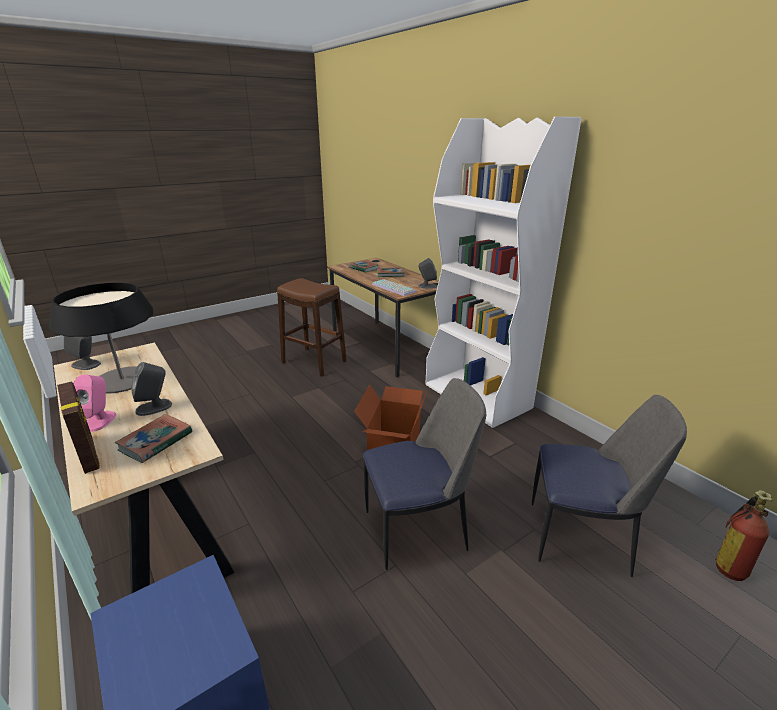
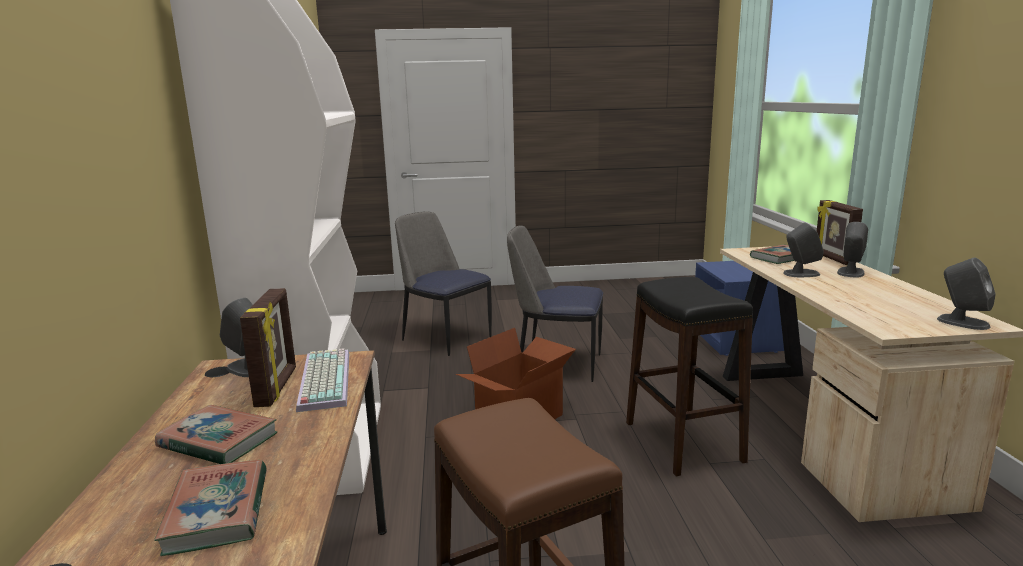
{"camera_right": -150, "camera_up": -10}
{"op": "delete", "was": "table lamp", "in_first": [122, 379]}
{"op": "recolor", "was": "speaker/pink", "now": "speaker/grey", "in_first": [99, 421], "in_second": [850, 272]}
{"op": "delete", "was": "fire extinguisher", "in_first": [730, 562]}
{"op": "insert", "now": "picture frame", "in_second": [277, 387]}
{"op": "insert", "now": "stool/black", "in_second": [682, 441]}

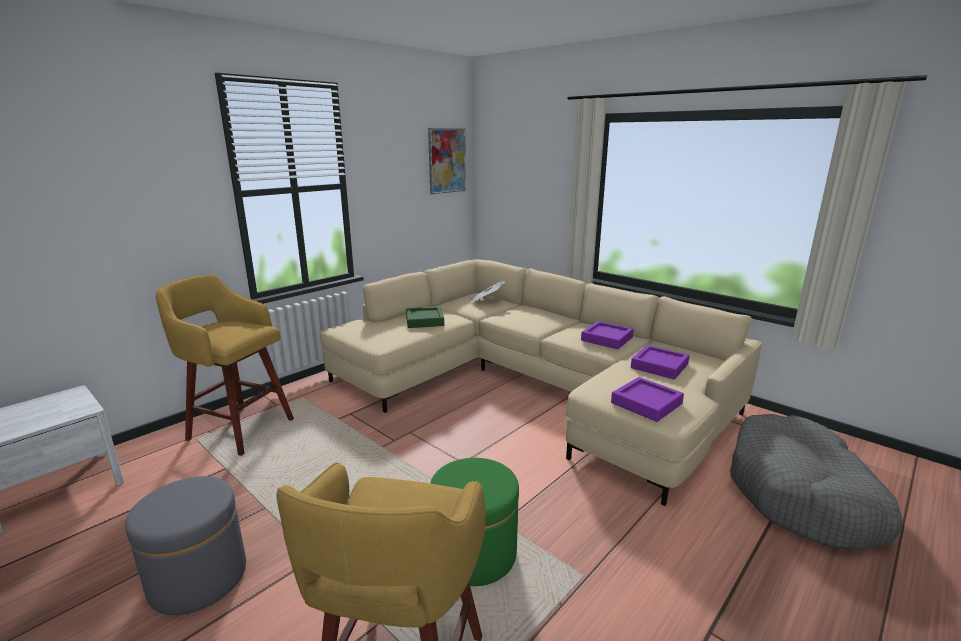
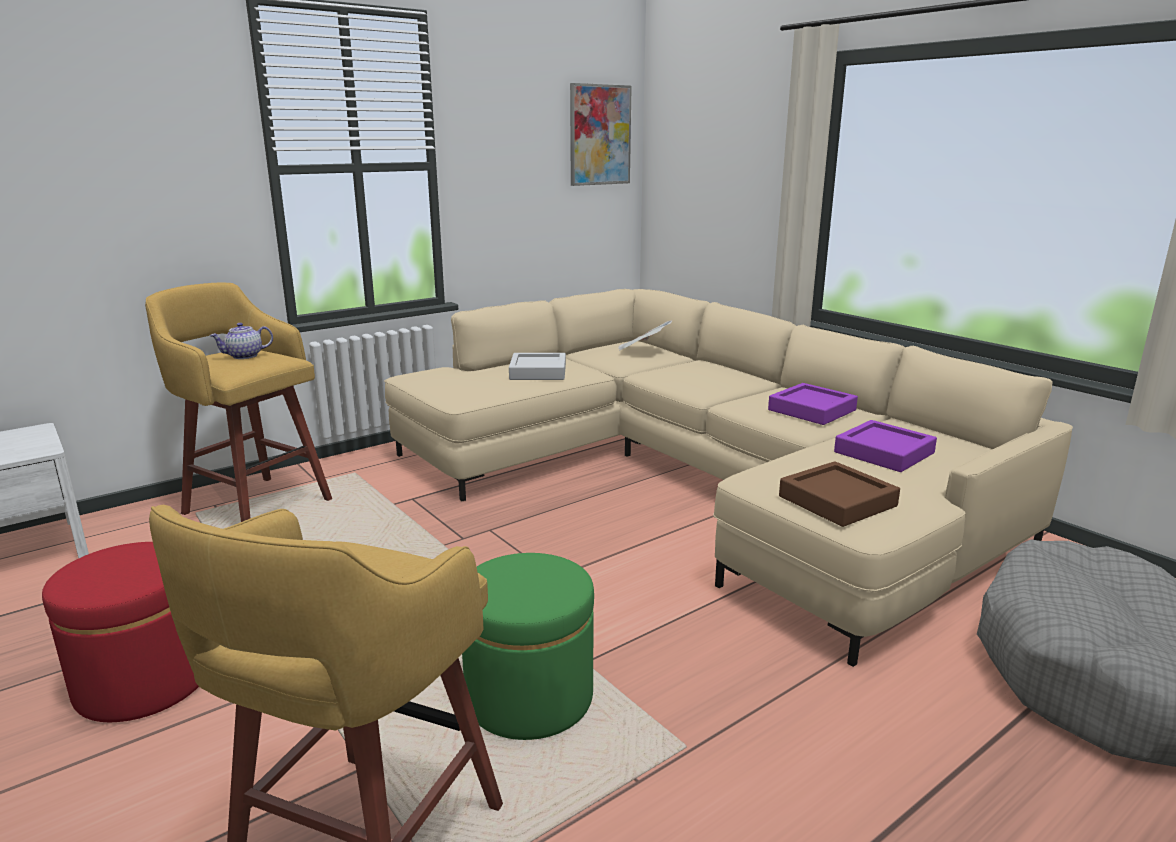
{"camera_right": 10, "camera_up": 0}
{"op": "recolor", "was": "ottoman/grey", "now": "ottoman/red", "in_first": [198, 578], "in_second": [144, 682]}
{"op": "recolor", "was": "tray/green", "now": "tray/grey", "in_first": [424, 321], "in_second": [538, 372]}
{"op": "recolor", "was": "tray/purple", "now": "tray/brown", "in_first": [646, 403], "in_second": [837, 501]}
{"op": "insert", "now": "teapot", "in_second": [244, 356]}

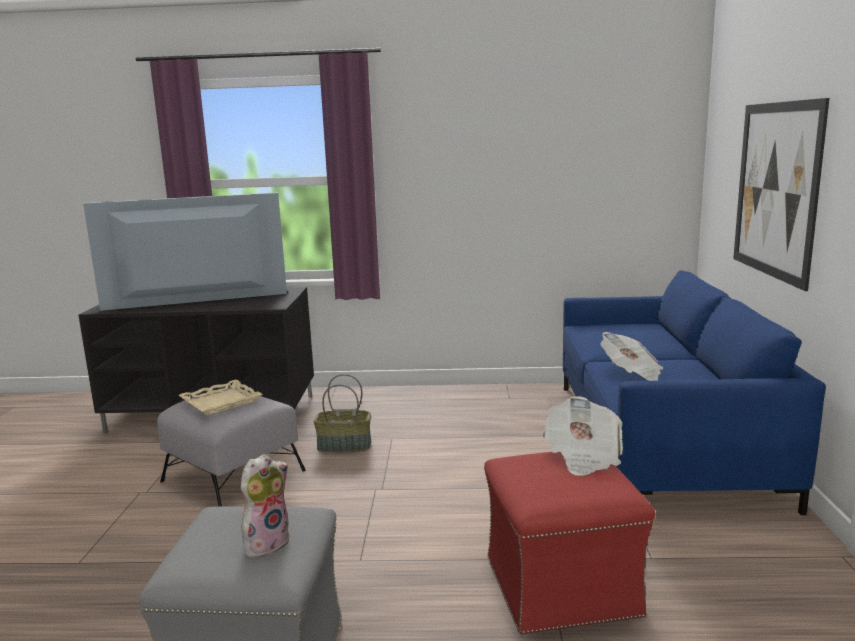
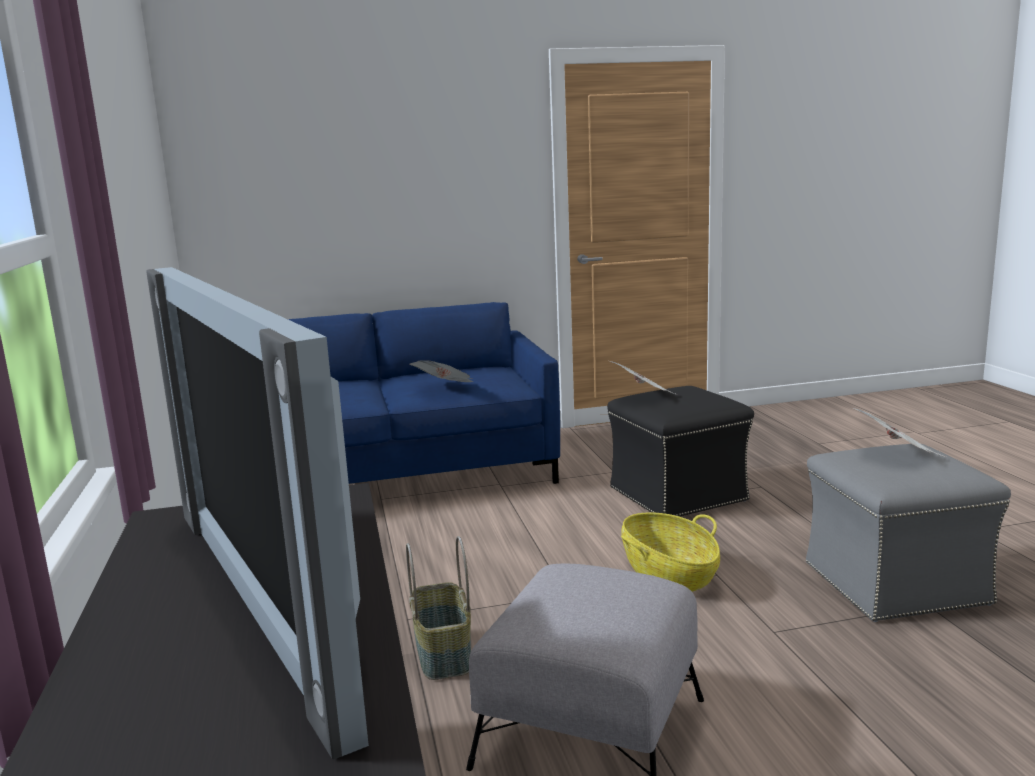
{"camera_right": -105, "camera_up": 0}
{"op": "delete", "was": "tray/beige", "in_first": [221, 402]}
{"op": "replace", "was": "plush toy", "now": "newspaper", "in_first": [267, 543], "in_second": [896, 454]}
{"op": "recolor", "was": "ottoman/red", "now": "ottoman/black", "in_first": [561, 588], "in_second": [679, 494]}
{"op": "delete", "was": "picture", "in_first": [775, 190]}
{"op": "insert", "now": "basket", "in_second": [668, 574]}

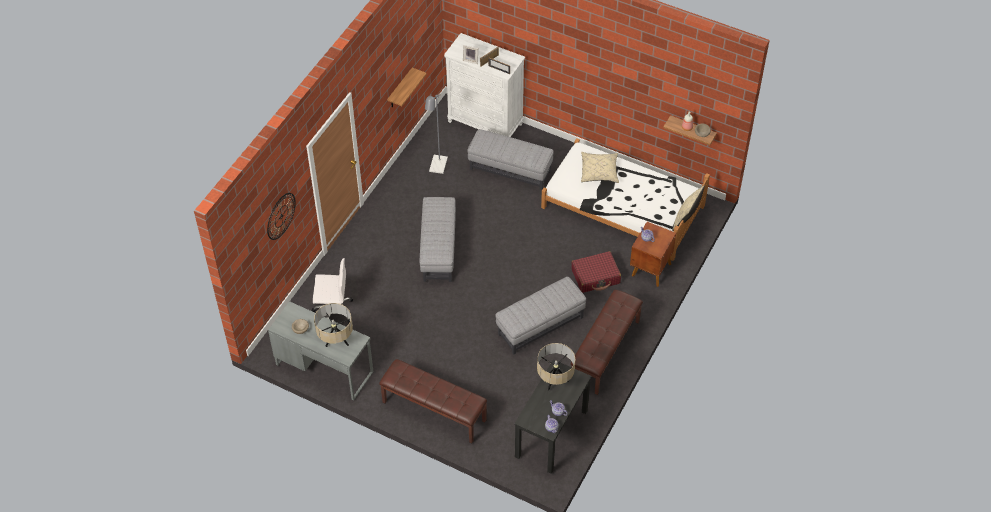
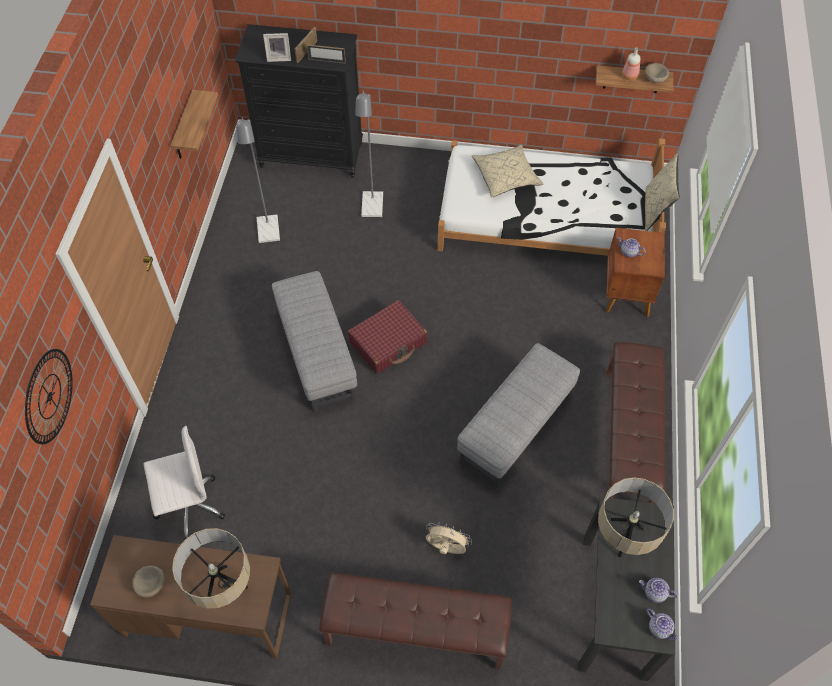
{"camera_right": -20, "camera_up": 5}
{"op": "recolor", "was": "desk/grey", "now": "desk/brown", "in_first": [324, 367], "in_second": [207, 614]}
{"op": "recolor", "was": "dresser/white", "now": "dresser/black", "in_first": [485, 123], "in_second": [311, 155]}
{"op": "replace", "was": "ottoman/grey", "now": "floor lamp/grey", "in_first": [510, 170], "in_second": [372, 210]}
{"op": "move", "was": "suitcase/red", "in_first": [595, 276], "in_second": [388, 343]}
{"op": "insert", "now": "fan/beige", "in_second": [446, 548]}

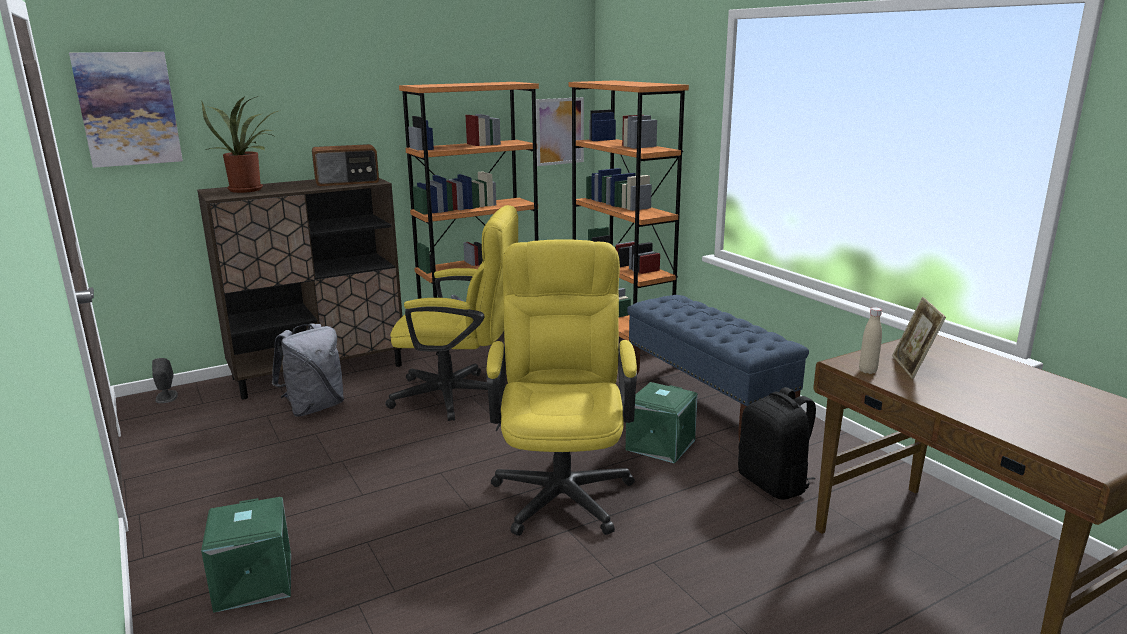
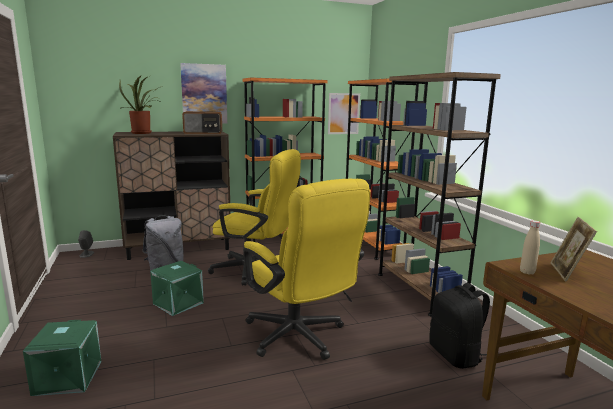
{"camera_right": 10, "camera_up": -5}
{"op": "move", "was": "picture", "in_first": [128, 109], "in_second": [204, 94]}
{"op": "rotate", "was": "office chair/yellow", "in_first": [563, 487], "in_second": [300, 338], "clockwise": 135}
{"op": "move", "was": "storage box/green", "in_first": [659, 444], "in_second": [178, 303]}
{"op": "replace", "was": "bench/blue", "now": "bookcase/brown", "in_first": [707, 401], "in_second": [419, 290]}

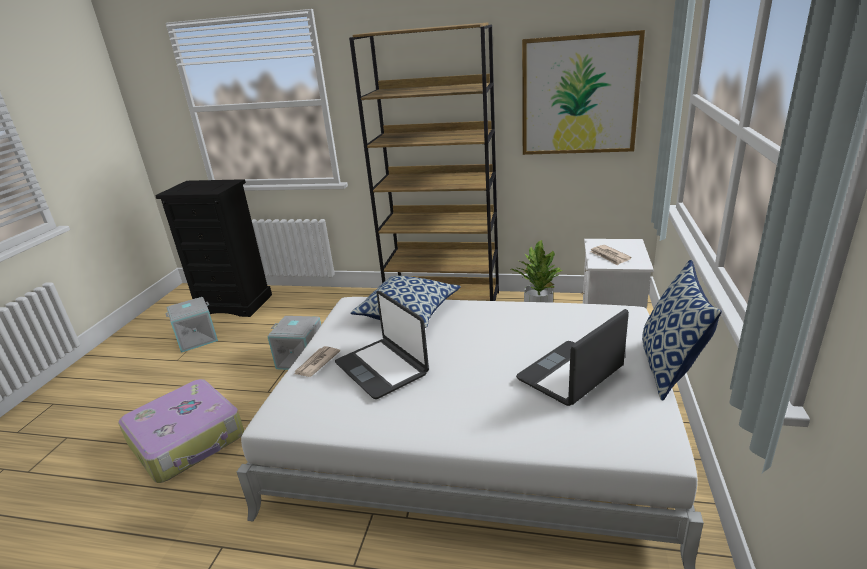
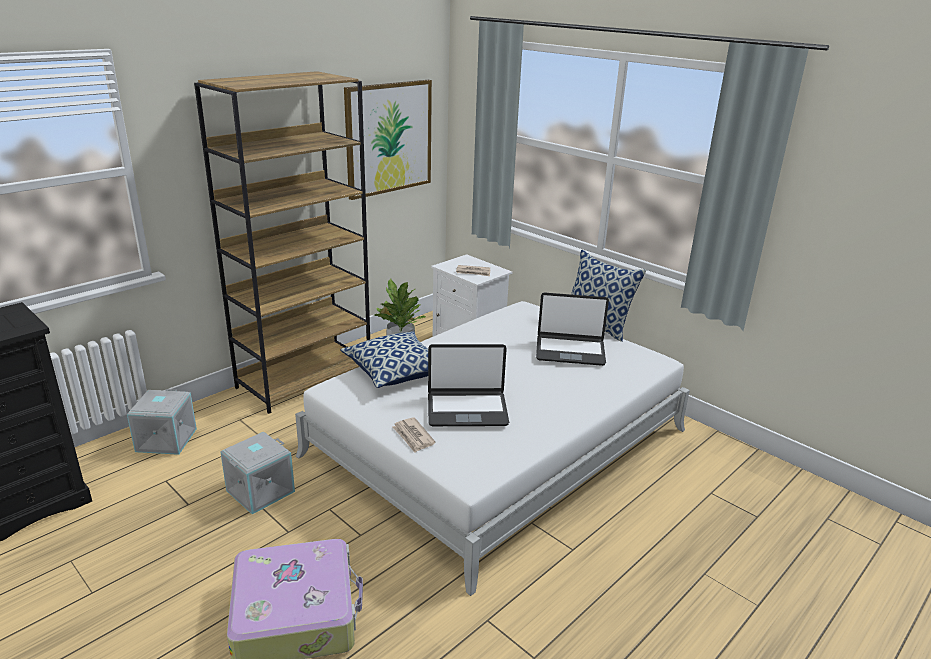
{"camera_right": -60, "camera_up": 0}
{"op": "move", "was": "storage box/grey", "in_first": [197, 338], "in_second": [165, 439]}
{"op": "rotate", "was": "laptop", "in_first": [571, 374], "in_second": [570, 351], "clockwise": -75}

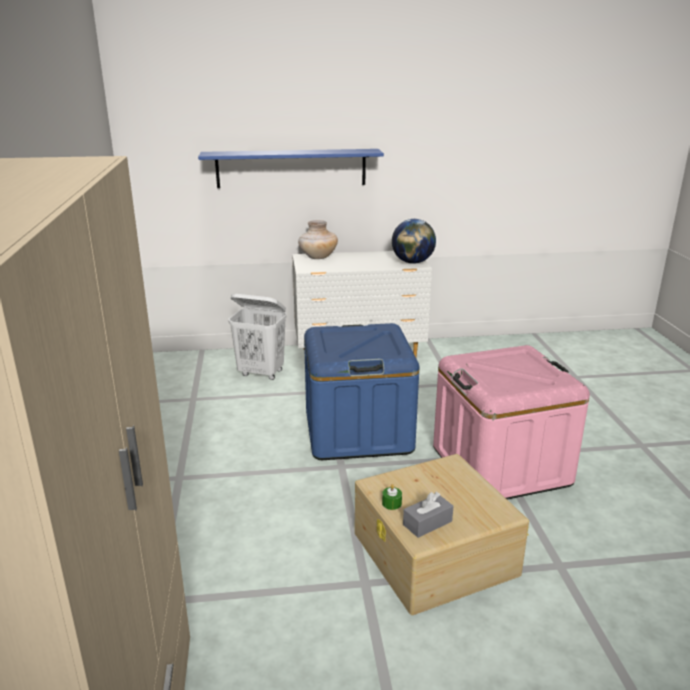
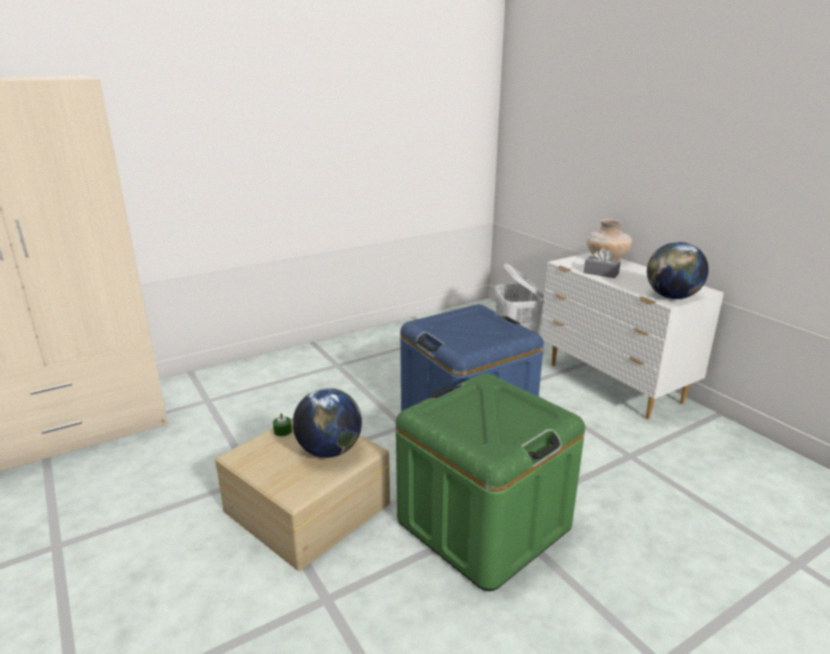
{"camera_right": 65, "camera_up": 0}
{"op": "delete", "was": "shelf/blue", "in_first": [291, 168]}
{"op": "move", "was": "tissue box/grey", "in_first": [427, 523], "in_second": [601, 273]}
{"op": "recolor", "was": "storage box/pink", "now": "storage box/green", "in_first": [500, 465], "in_second": [483, 524]}
{"op": "insert", "now": "globe", "in_second": [329, 451]}

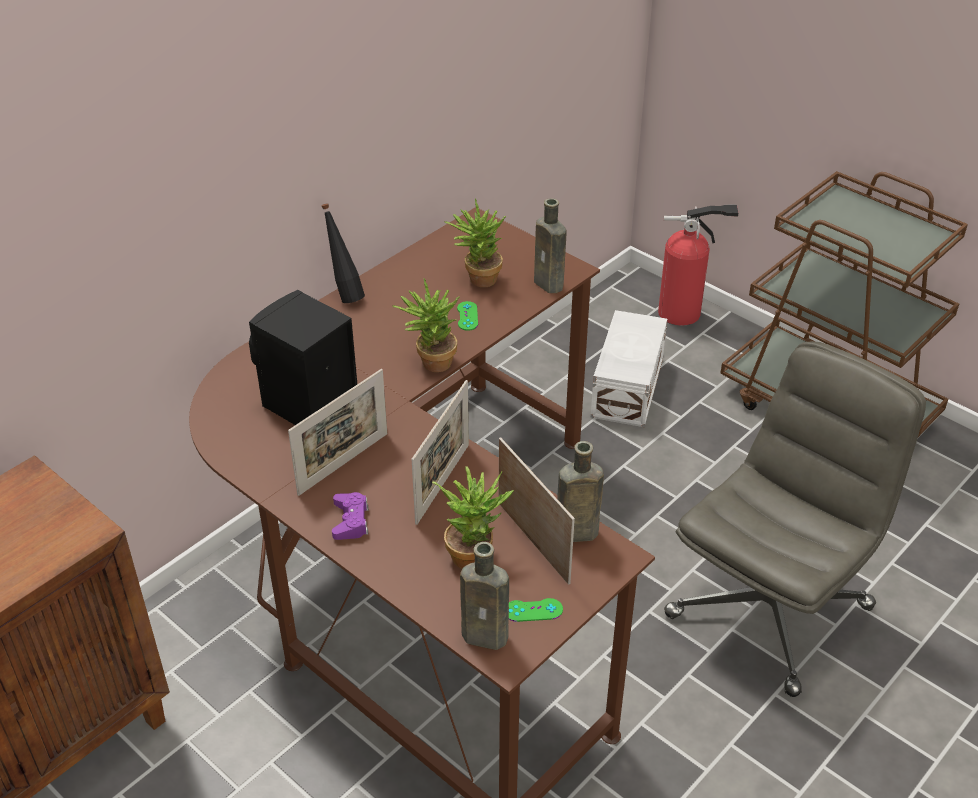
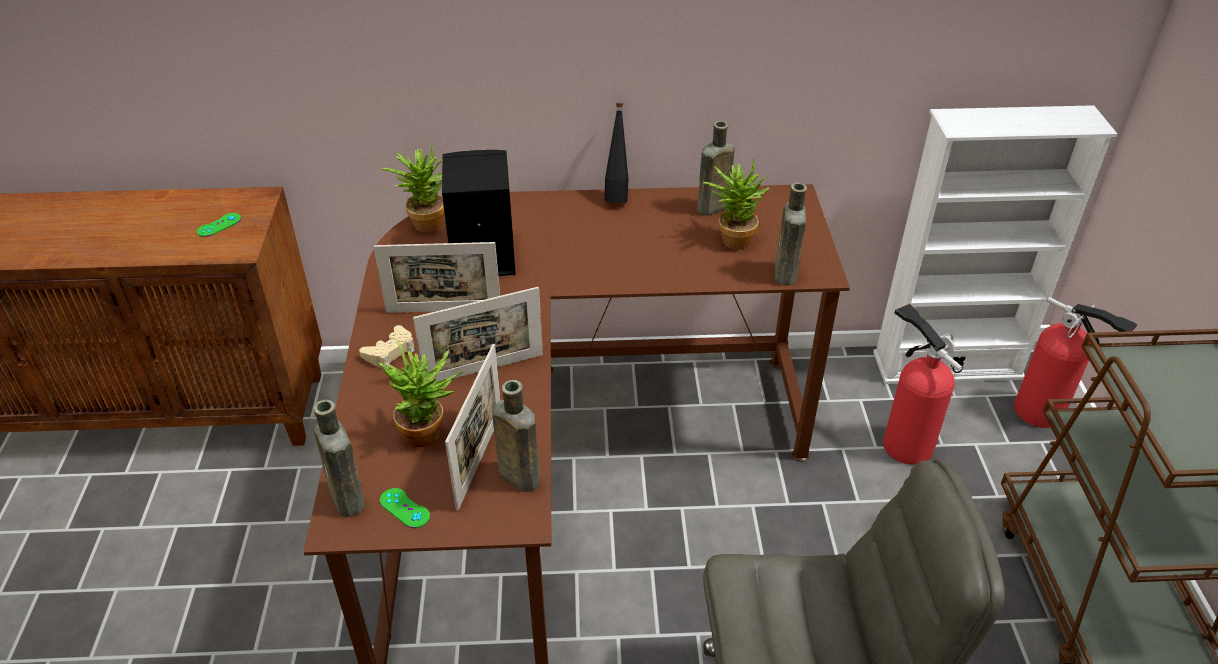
{"camera_right": 45, "camera_up": 0}
{"op": "recolor", "was": "game controller/purple", "now": "game controller/beige", "in_first": [350, 521], "in_second": [390, 352]}
{"op": "move", "was": "potted plant", "in_first": [430, 363], "in_second": [424, 222]}
{"op": "move", "was": "game controller/green", "in_first": [467, 316], "in_second": [219, 225]}
{"op": "replace", "was": "storage box/white", "now": "fire extinguisher", "in_first": [625, 388], "in_second": [904, 442]}
{"op": "insert", "now": "bottle/brown", "in_second": [710, 208]}
{"op": "insert", "now": "bookcase/white", "in_second": [947, 365]}

